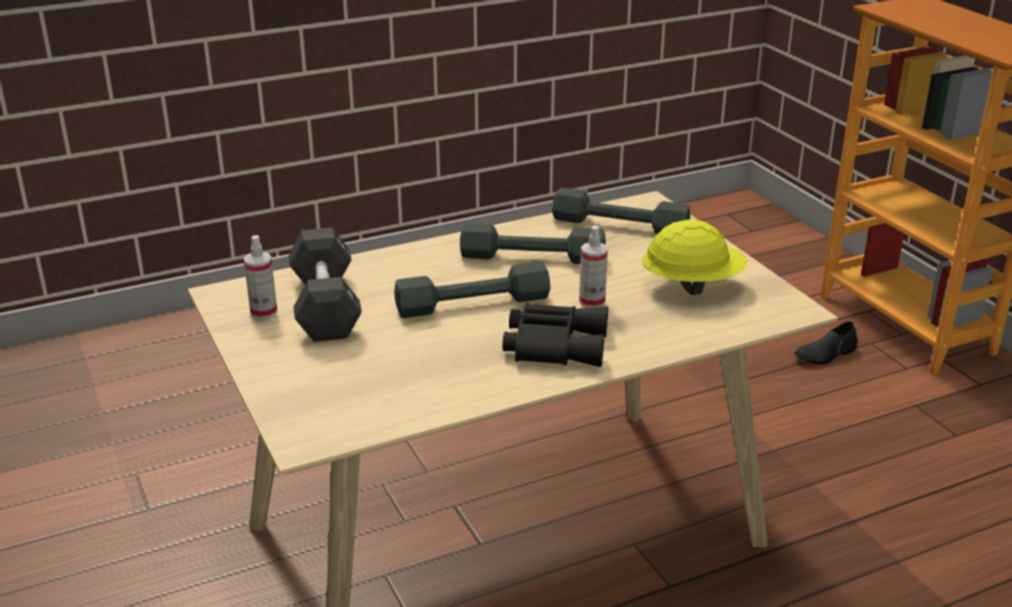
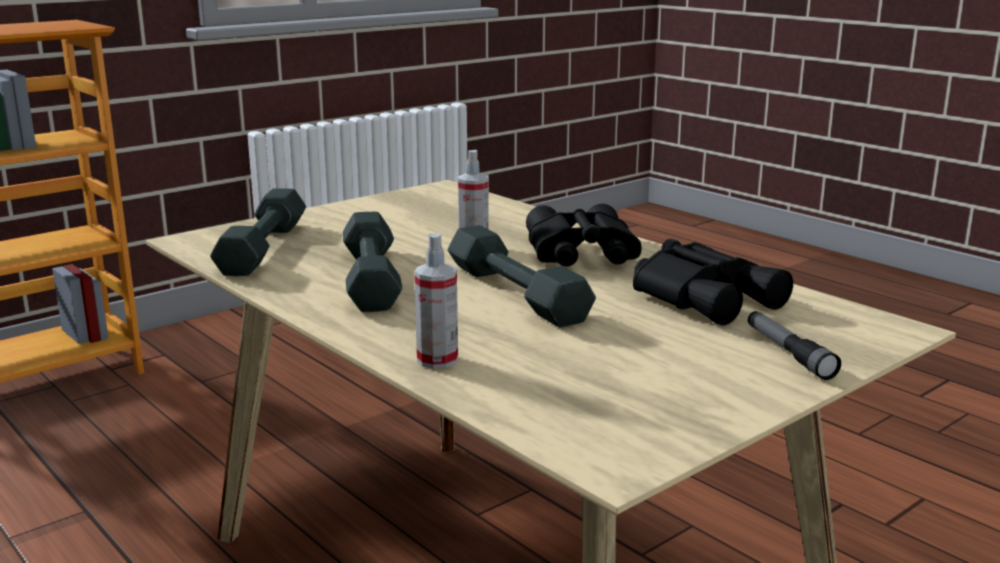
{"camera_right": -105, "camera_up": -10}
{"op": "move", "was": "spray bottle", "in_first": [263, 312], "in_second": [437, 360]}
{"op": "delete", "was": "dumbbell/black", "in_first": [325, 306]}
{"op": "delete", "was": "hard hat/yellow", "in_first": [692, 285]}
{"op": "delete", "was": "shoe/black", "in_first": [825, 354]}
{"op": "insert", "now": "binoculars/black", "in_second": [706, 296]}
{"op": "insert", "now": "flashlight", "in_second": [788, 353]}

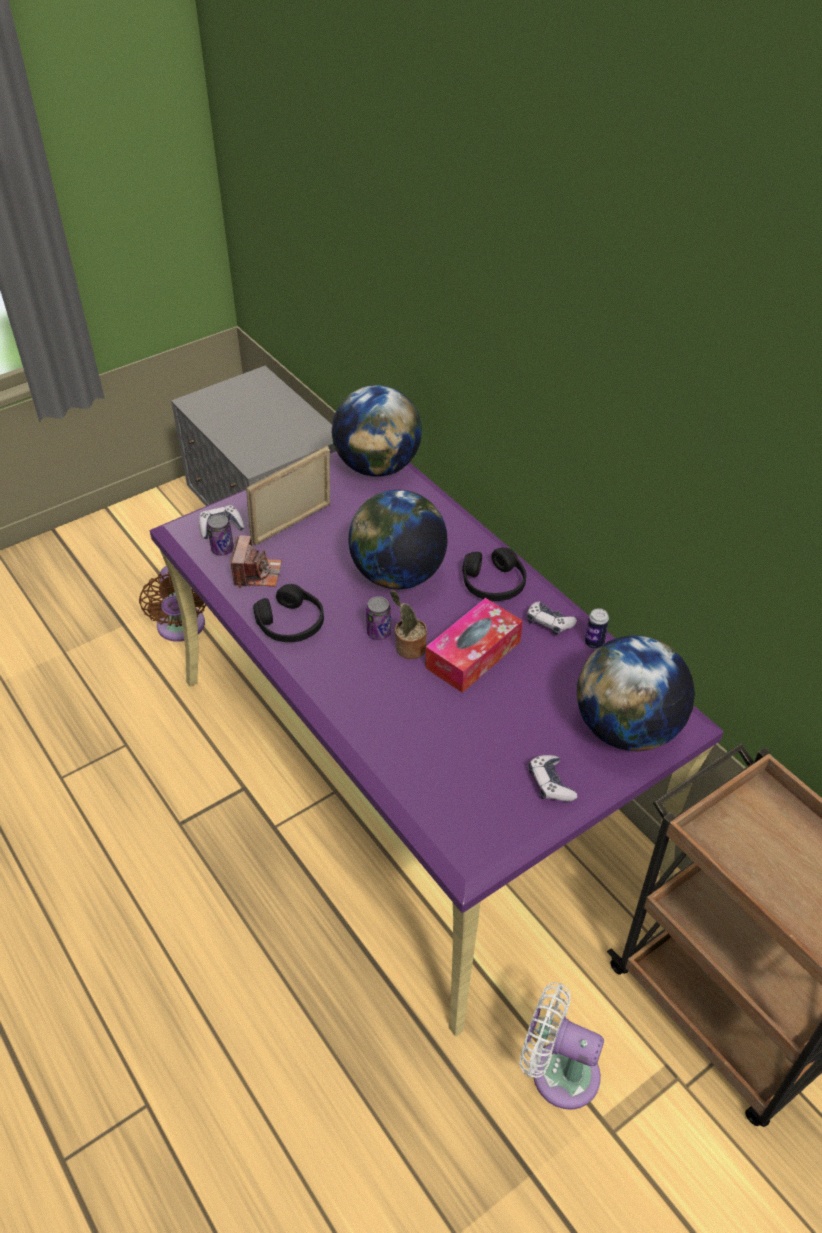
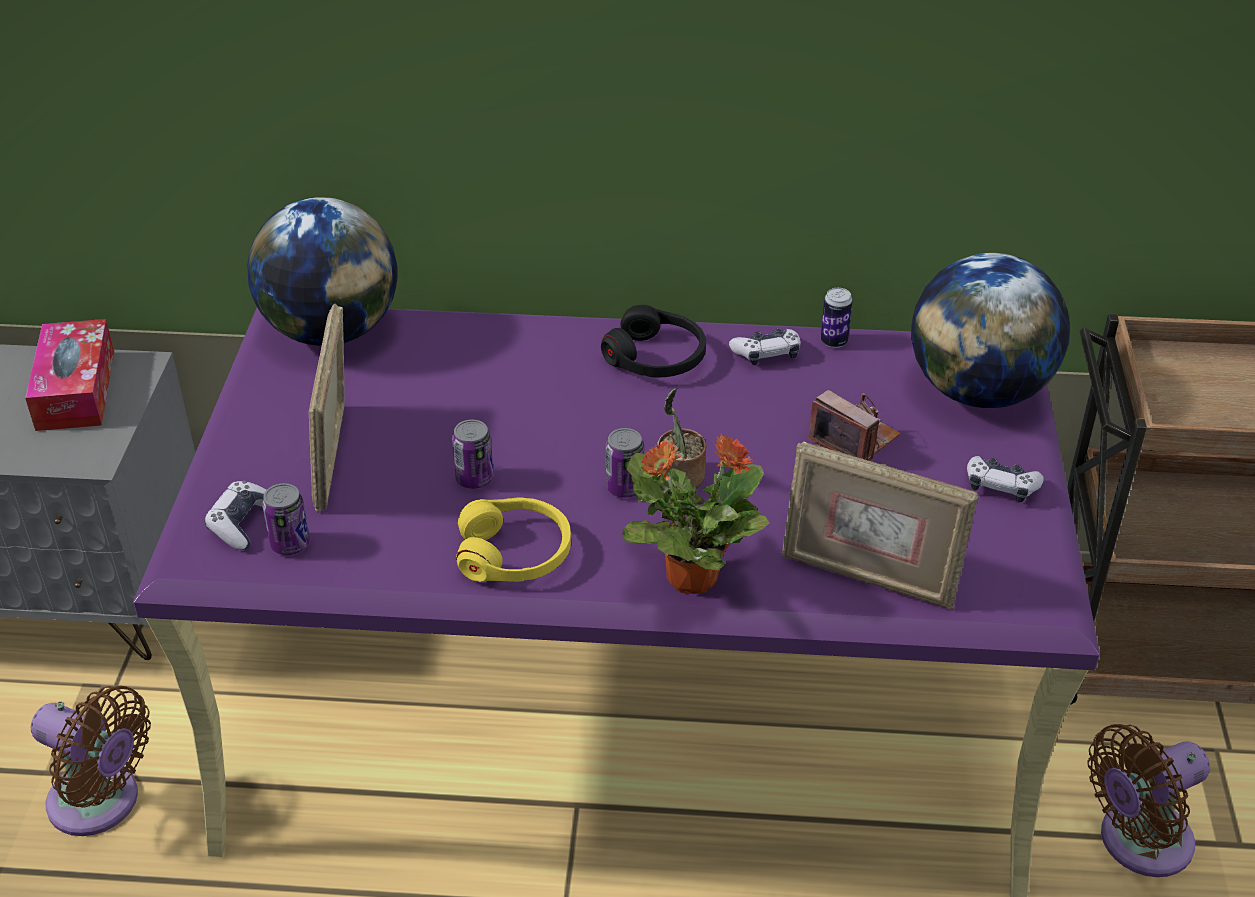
{"camera_right": -50, "camera_up": -5}
{"op": "move", "was": "photo camera", "in_first": [257, 573], "in_second": [854, 439]}
{"op": "recolor", "was": "headphones/black", "now": "headphones/yellow", "in_first": [291, 623], "in_second": [514, 553]}
{"op": "delete", "was": "globe", "in_first": [398, 576]}
{"op": "move", "was": "tissue box", "in_first": [473, 654], "in_second": [76, 390]}
{"op": "recolor", "was": "fan/white", "now": "fan/brown", "in_first": [558, 1071], "in_second": [1137, 842]}
{"op": "insert", "now": "can", "in_second": [474, 479]}
{"op": "insert", "now": "potted plant", "in_second": [690, 576]}
{"op": "insert", "now": "picture frame", "in_second": [868, 577]}

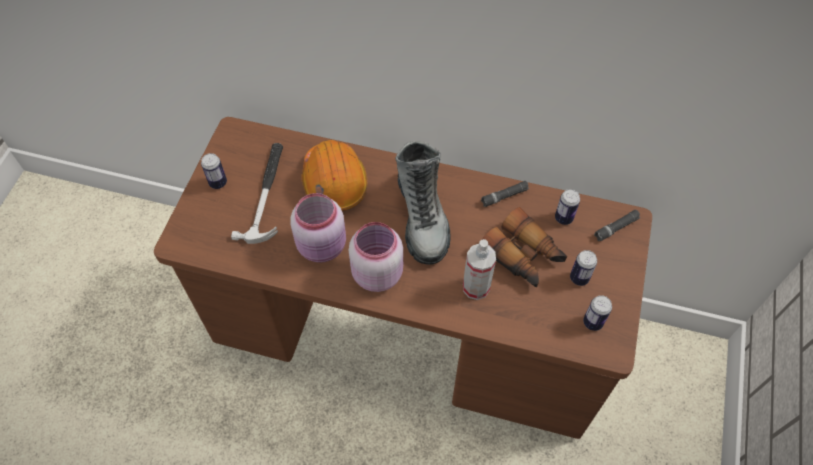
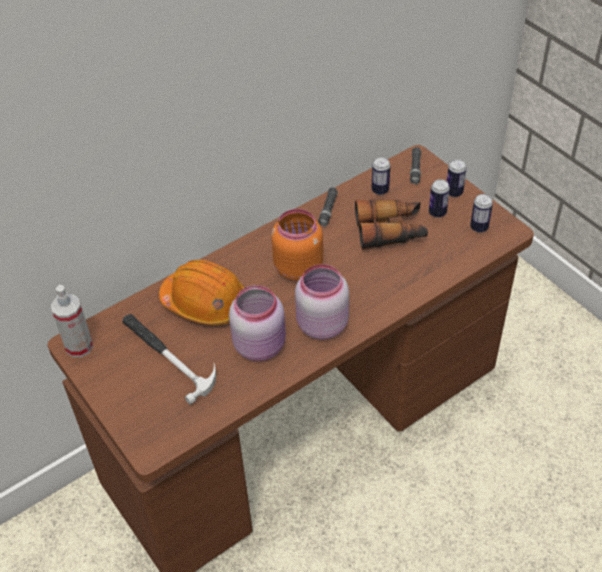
{"camera_right": -50, "camera_up": -10}
{"op": "move", "was": "can", "in_first": [218, 183], "in_second": [454, 192]}
{"op": "replace", "was": "boot", "now": "jar/orange", "in_first": [422, 217], "in_second": [297, 267]}
{"op": "move", "was": "spray bottle", "in_first": [476, 287], "in_second": [79, 346]}

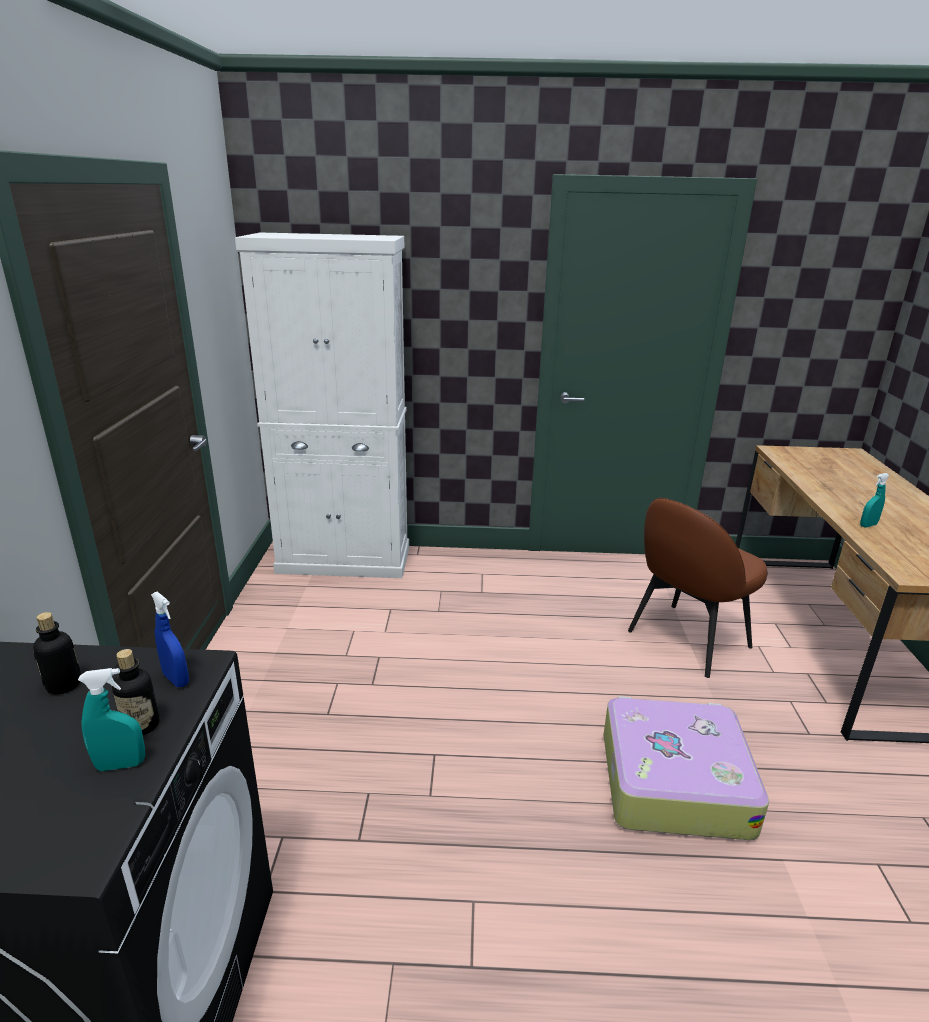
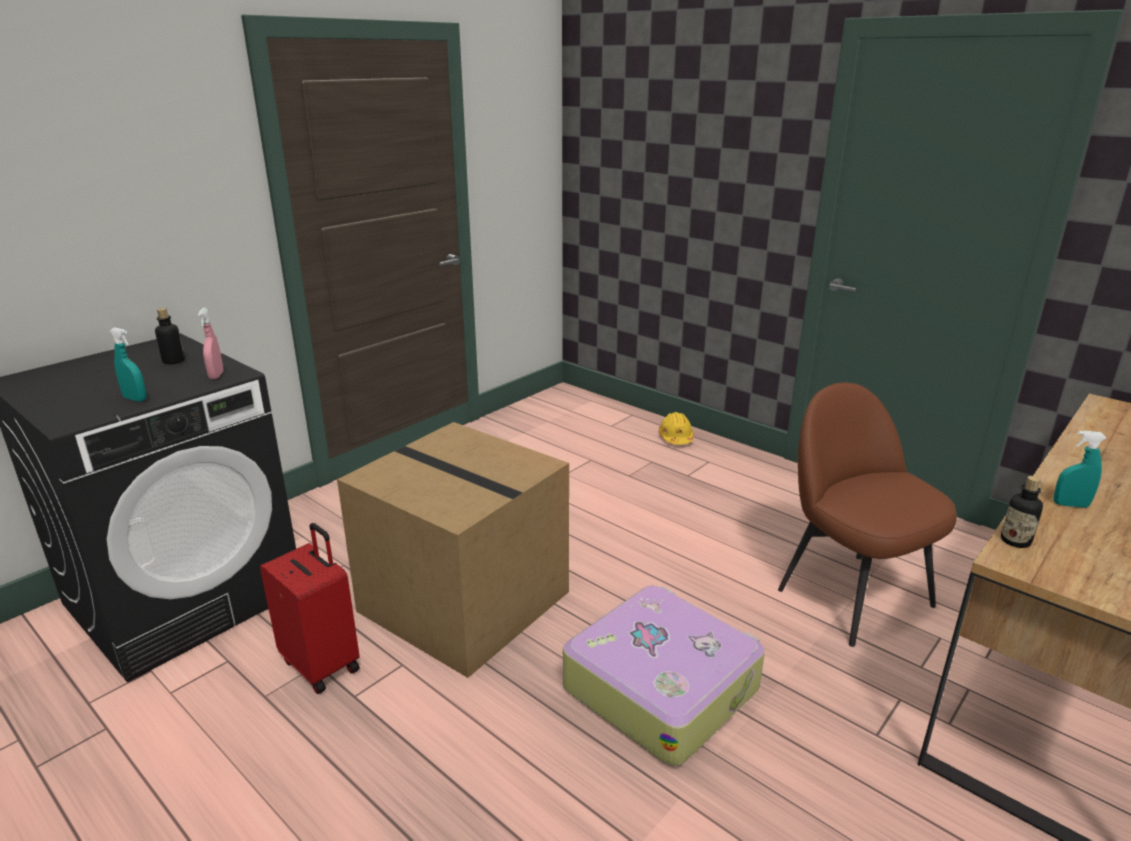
{"camera_right": 40, "camera_up": 0}
{"op": "move", "was": "bottle", "in_first": [141, 725], "in_second": [1015, 541]}
{"op": "recolor", "was": "spray bottle/blue", "now": "spray bottle/pink", "in_first": [176, 679], "in_second": [216, 376]}
{"op": "delete", "was": "cabinet/white", "in_first": [344, 560]}
{"op": "rotate", "was": "chair/brown", "in_first": [686, 640], "in_second": [851, 595], "clockwise": 60}
{"op": "insert", "now": "suitcase/red", "in_second": [322, 664]}
{"op": "insert", "now": "cardboard box", "in_second": [468, 601]}
{"op": "insert", "now": "hard hat/yellow", "in_second": [675, 438]}

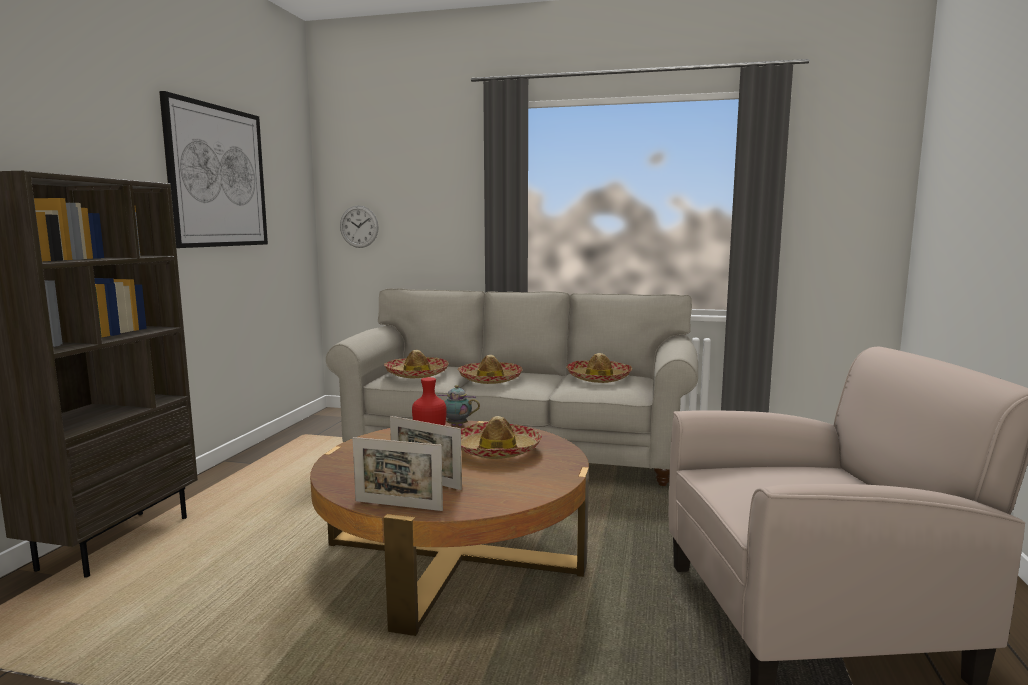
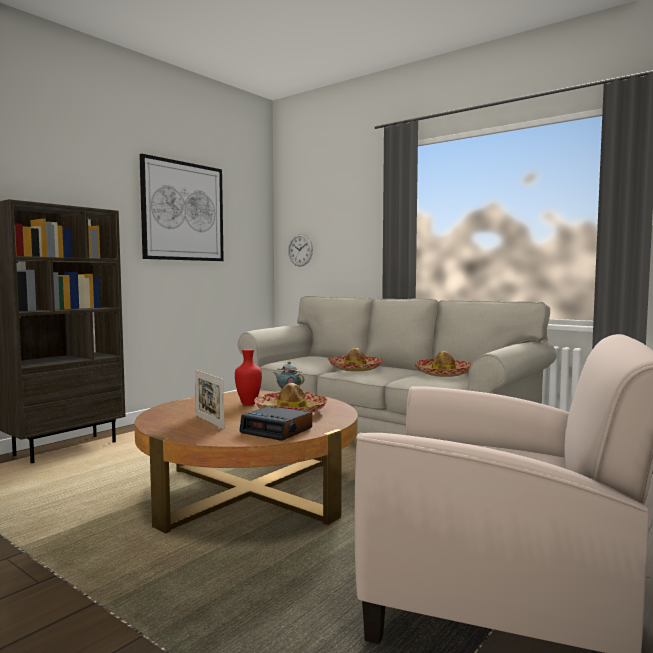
{"camera_right": 25, "camera_up": -5}
{"op": "delete", "was": "picture frame", "in_first": [398, 505]}
{"op": "delete", "was": "hat", "in_first": [416, 374]}
{"op": "insert", "now": "alarm clock", "in_second": [277, 430]}

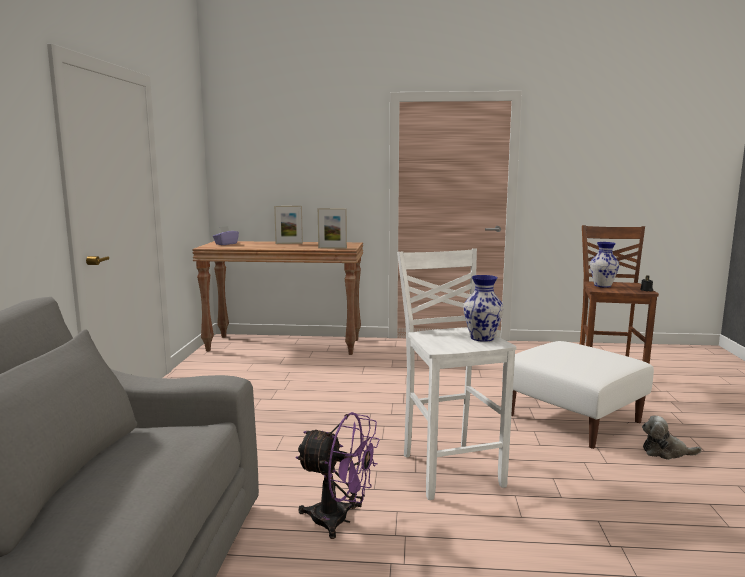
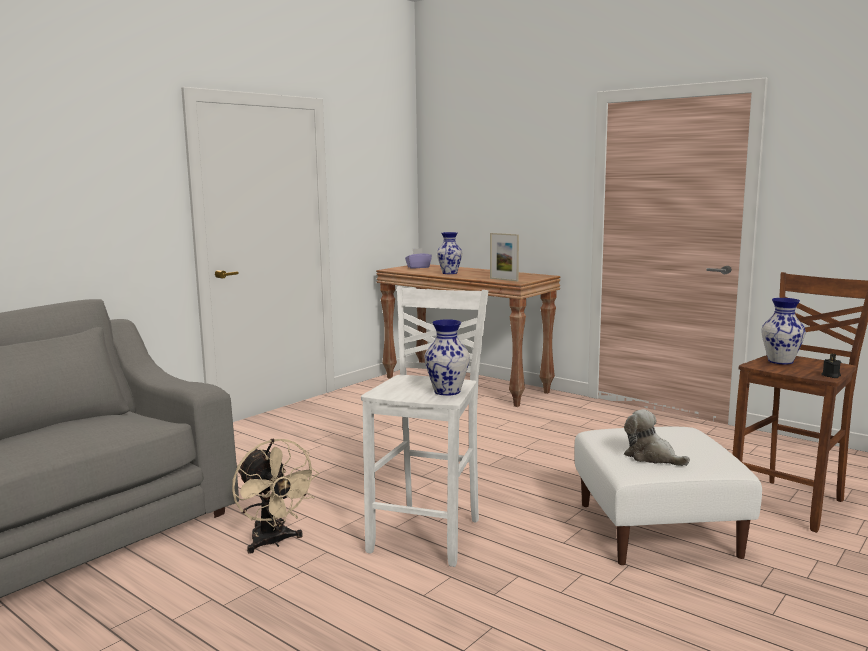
{"camera_right": 35, "camera_up": 0}
{"op": "delete", "was": "picture frame", "in_first": [289, 243]}
{"op": "recolor", "was": "fan/purple", "now": "fan/beige", "in_first": [339, 520], "in_second": [273, 542]}
{"op": "move", "was": "plush toy", "in_first": [665, 452], "in_second": [651, 457]}
{"op": "insert", "now": "vase", "in_second": [450, 273]}

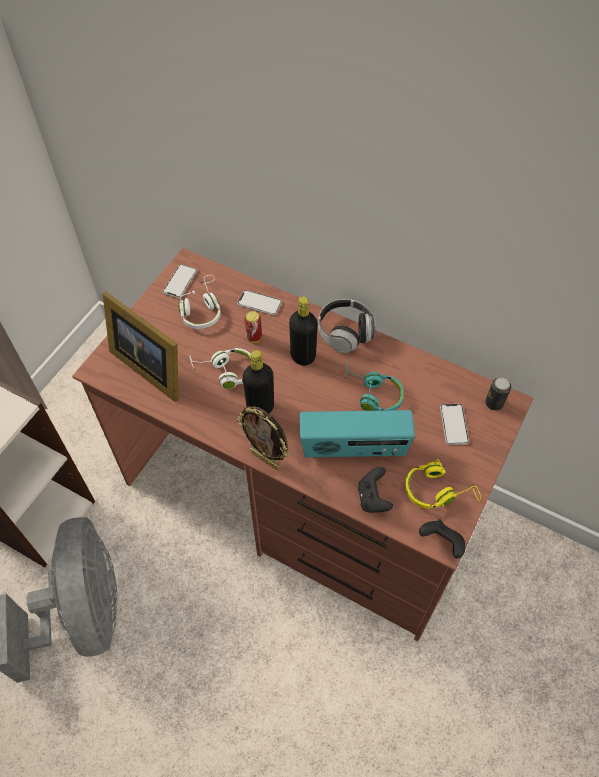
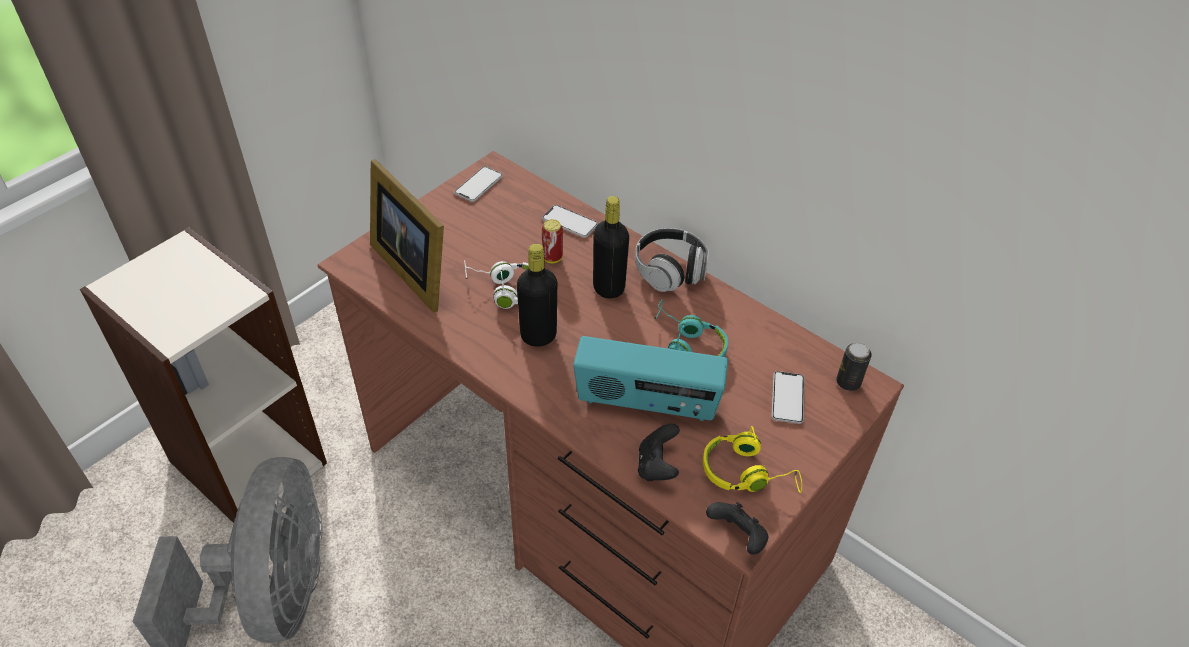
{"camera_right": 10, "camera_up": -10}
{"op": "delete", "was": "headphones/white", "in_first": [201, 309]}
{"op": "delete", "was": "picture frame", "in_first": [266, 460]}

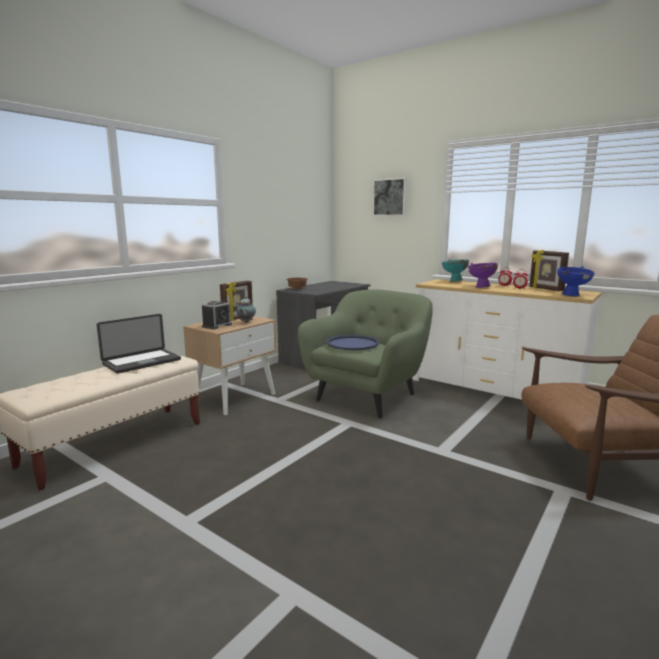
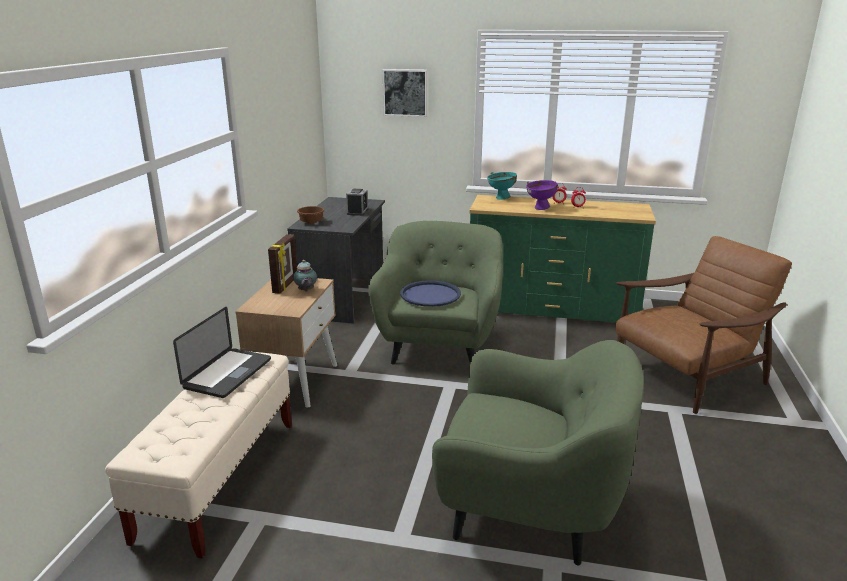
{"camera_right": -25, "camera_up": 10}
{"op": "move", "was": "alarm clock", "in_first": [217, 326], "in_second": [357, 212]}
{"op": "recolor", "was": "dresser/white", "now": "dresser/green", "in_first": [494, 389], "in_second": [551, 310]}
{"op": "delete", "was": "picture frame", "in_first": [545, 289]}
{"op": "delete", "was": "bowl/blue", "in_first": [572, 295]}
{"op": "insert", "now": "armchair/green", "in_second": [530, 509]}

